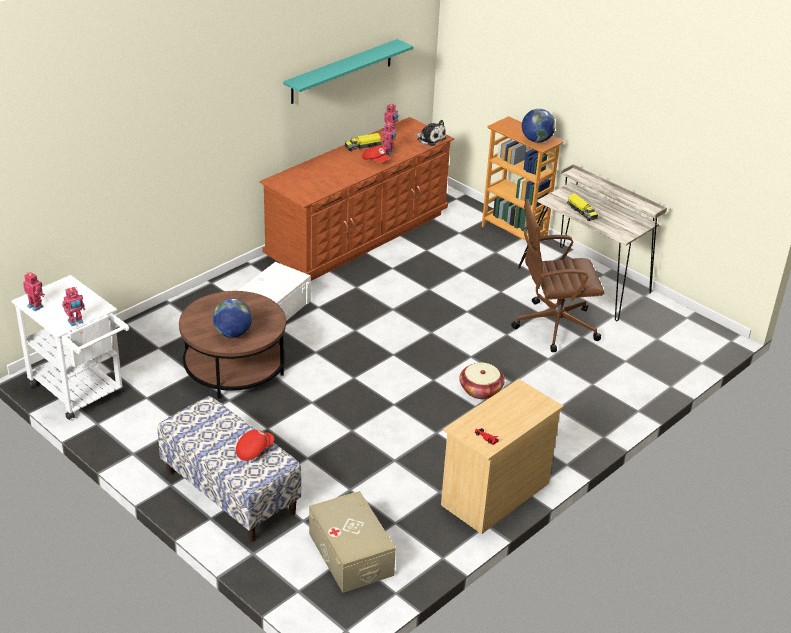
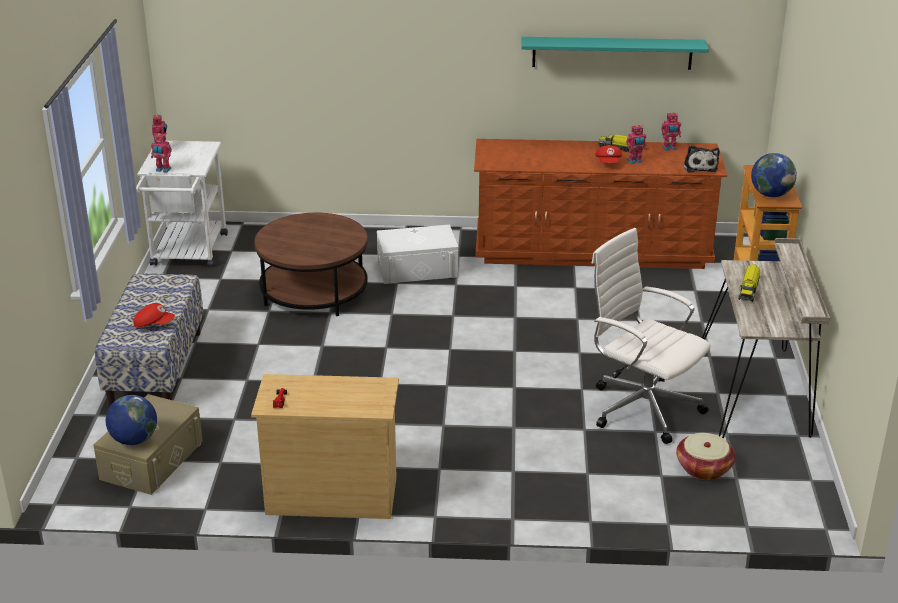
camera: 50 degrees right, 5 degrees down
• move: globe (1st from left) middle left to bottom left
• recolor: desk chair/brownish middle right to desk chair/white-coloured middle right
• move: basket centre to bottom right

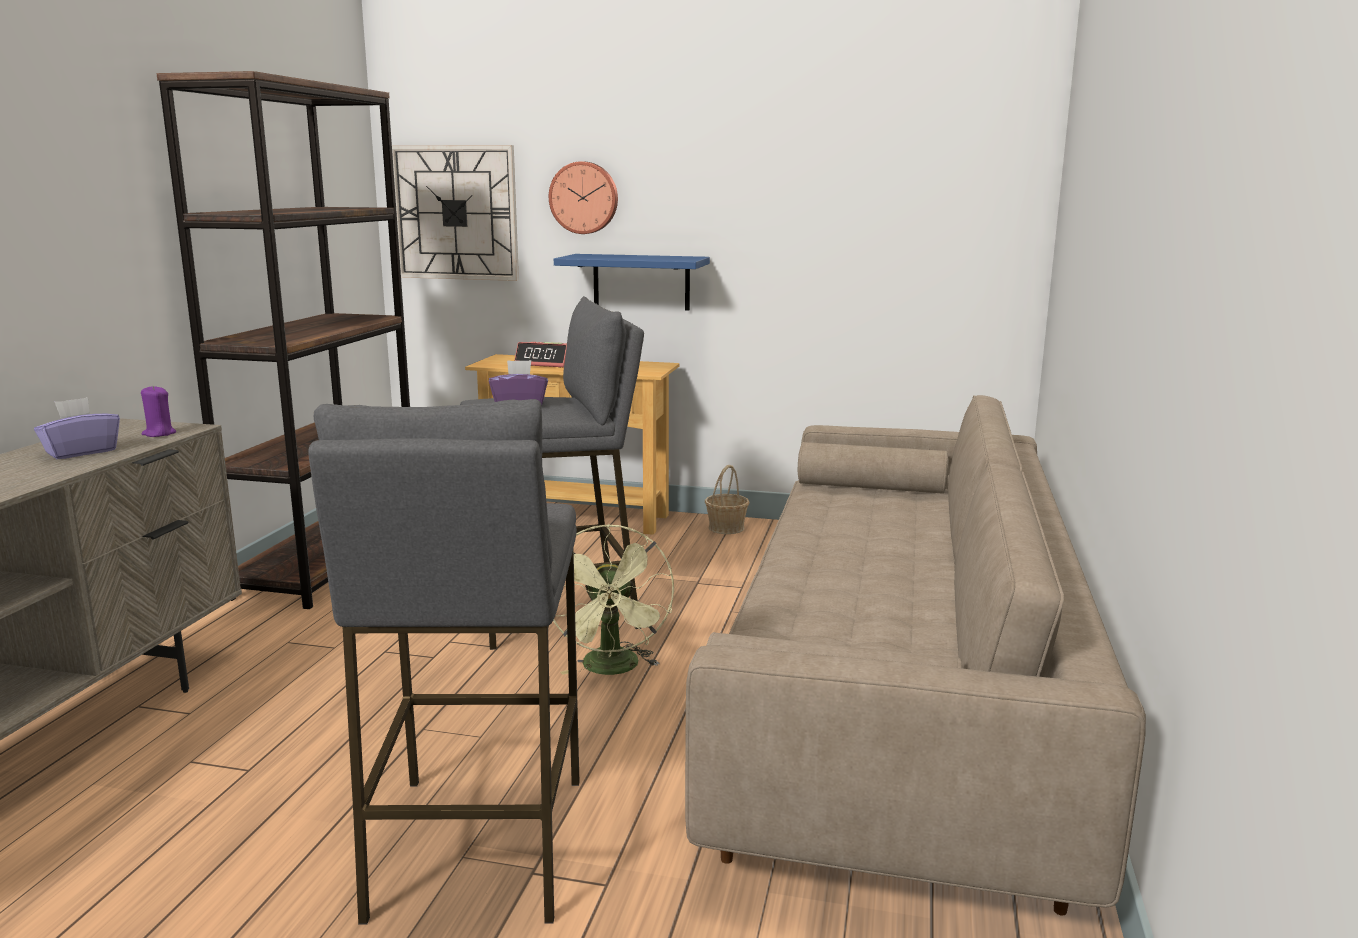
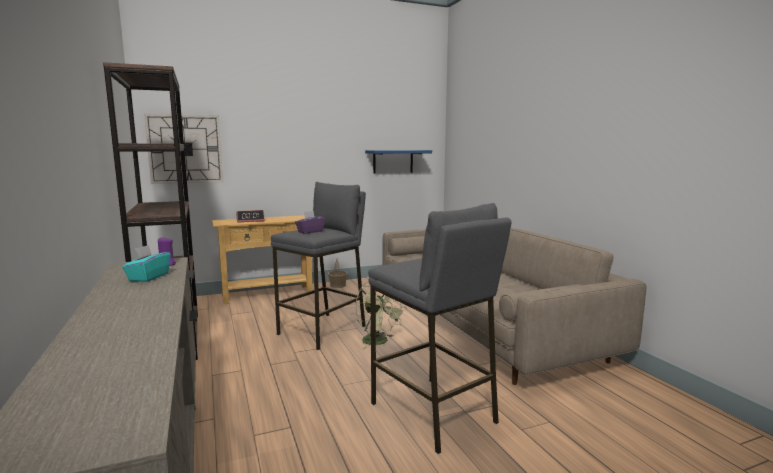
camera: 35 degrees left, 5 degrees down
• recolor: tissue holder/purplish (1st from left) middle left to tissue holder/blue-green middle left
• move: bracket shelf/bluish top centre to centre
• delete: clock on the wall (2nd from left) top centre

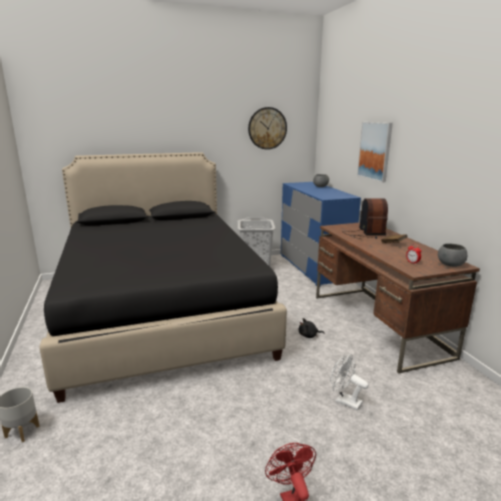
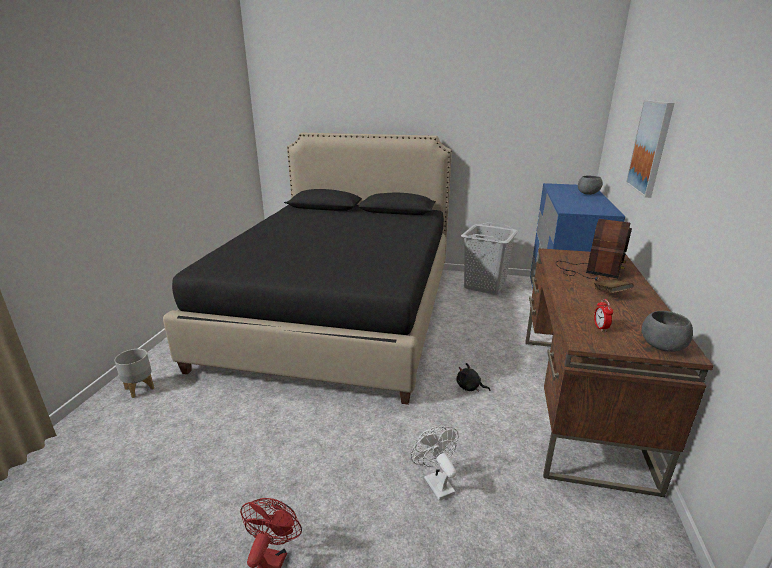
camera: 30 degrees right, 5 degrees up
• delete: clock on the wall top centre

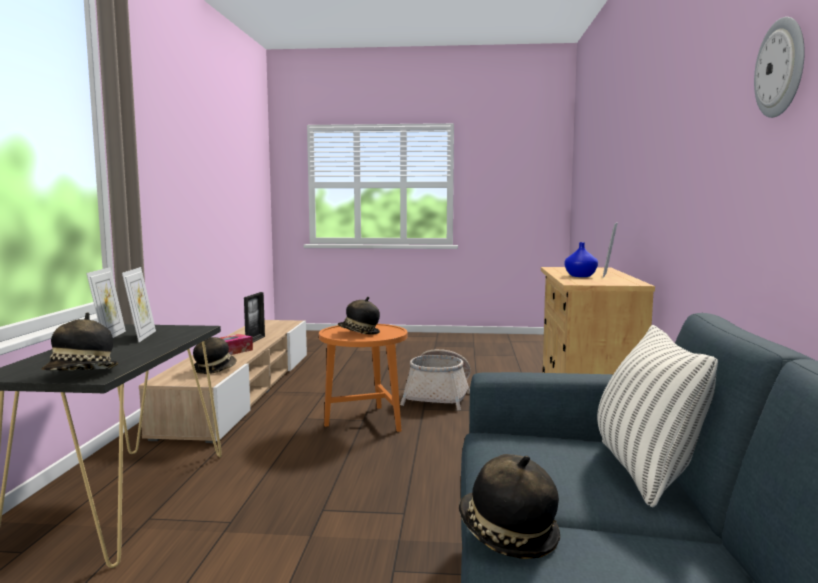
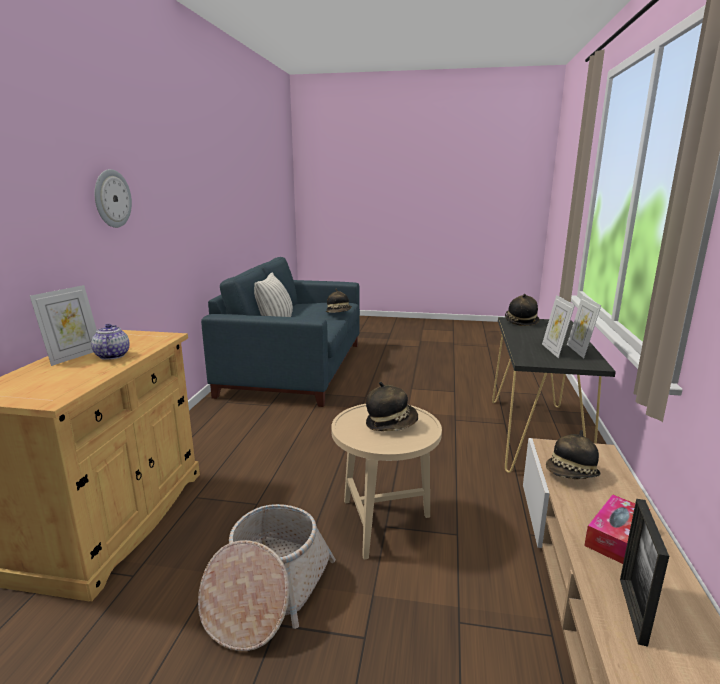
camera: 175 degrees left, 10 degrees up
• replace: flower vase/bluish middle right to tea pot middle left
• move: clock on the wall top right to top left
• recolor: end table/orange centre to end table/beige bottom centre

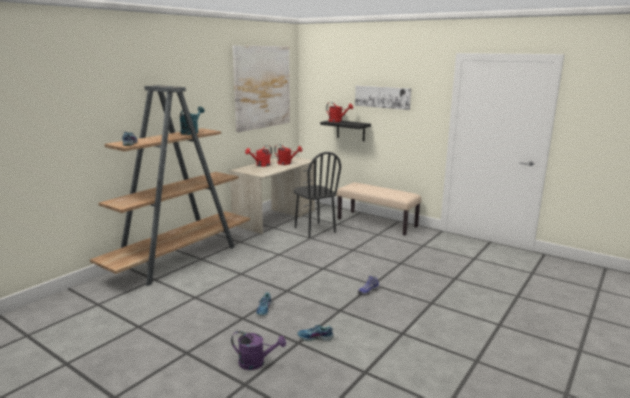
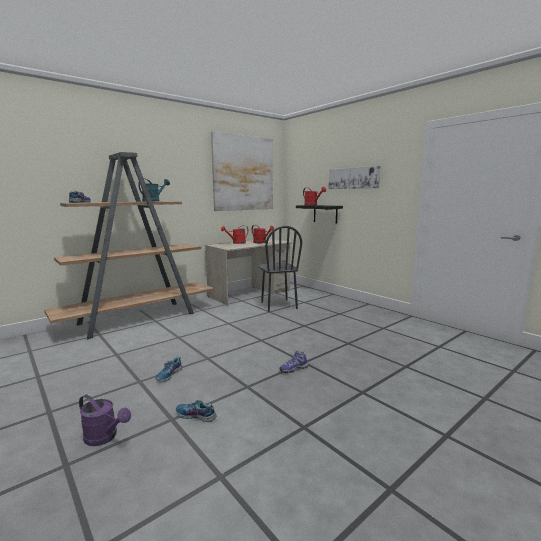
camera: 15 degrees right, 5 degrees down
• delete: bench/beige centre

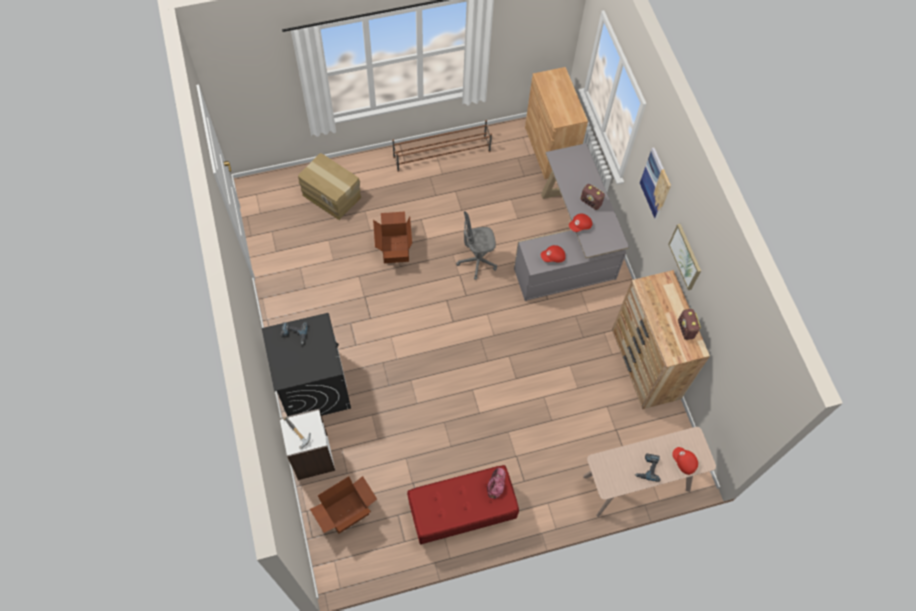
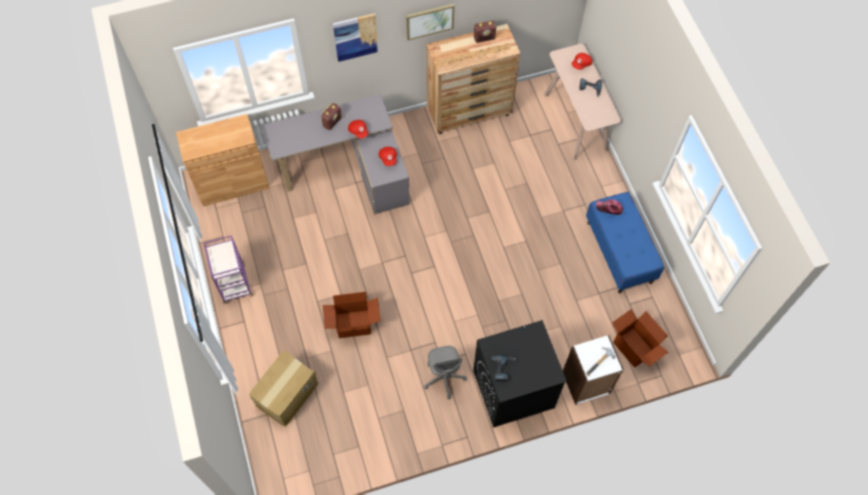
camera: 90 degrees left, 0 degrees up
• replace: shoe shelf/brownish top centre to cart/purplish middle left
• move: desk chair/grey centre to bottom centre
• recolor: bench/red-coloured bottom centre to bench/bluish middle right

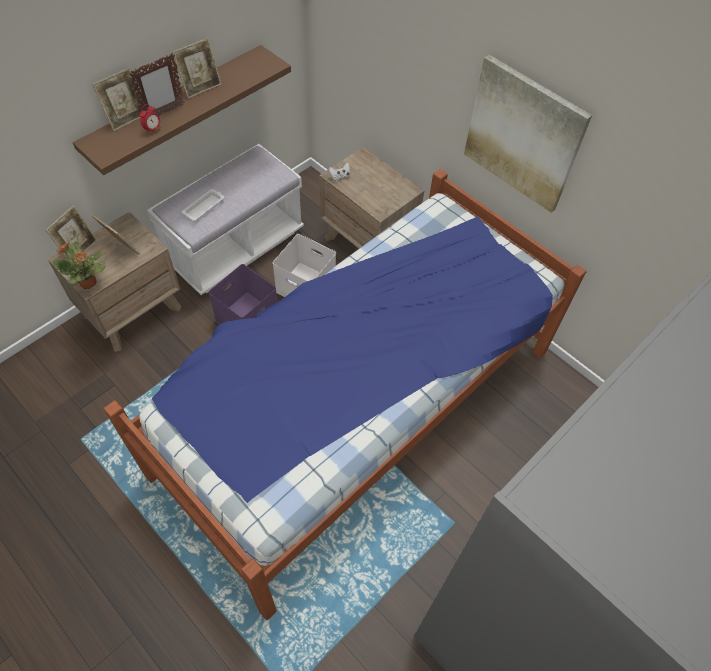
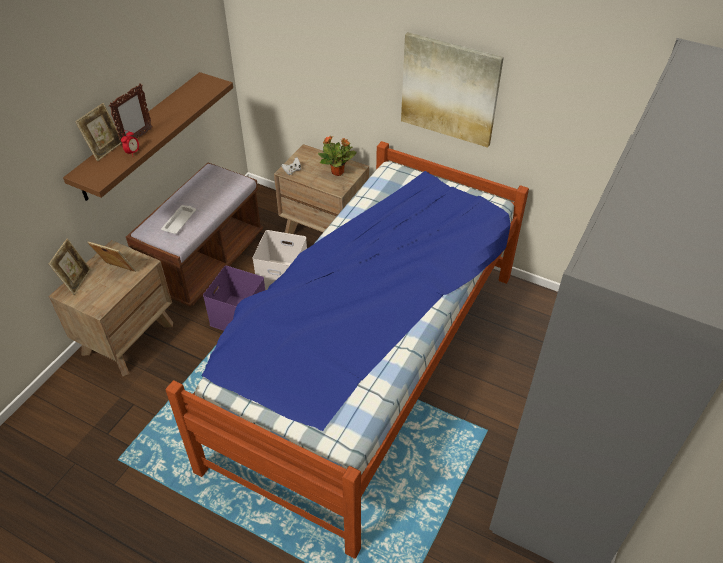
camera: 15 degrees left, 10 degrees down
• recolor: bench/white-coloured top left to bench/brownish middle left
• move: houseplant middle left to top centre
• delete: picture frame (5th from left) top left

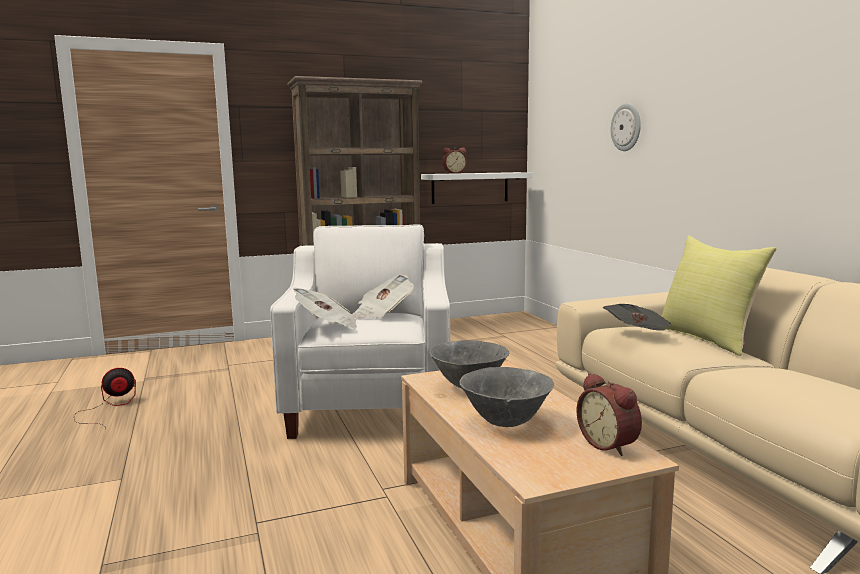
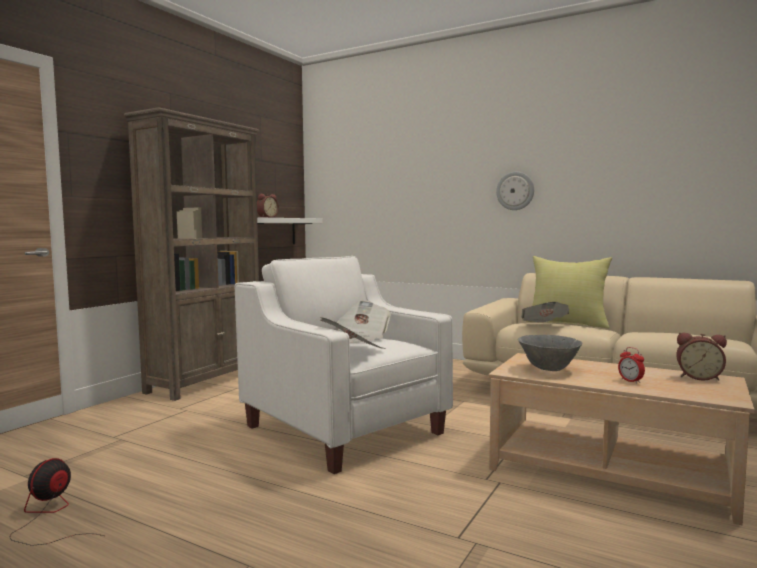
camera: 40 degrees left, 5 degrees down
• move: clock on the wall top right to middle right
• replace: serving bowl/grey (2nd from left) bottom centre to alarm clock (2nd from left) middle right

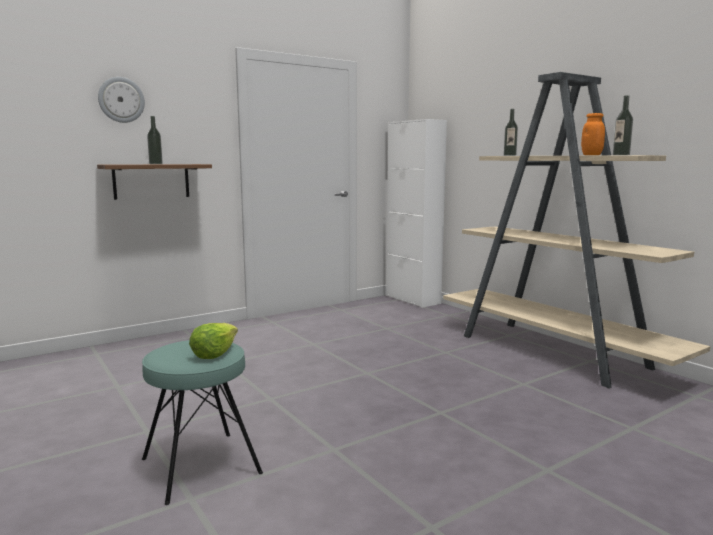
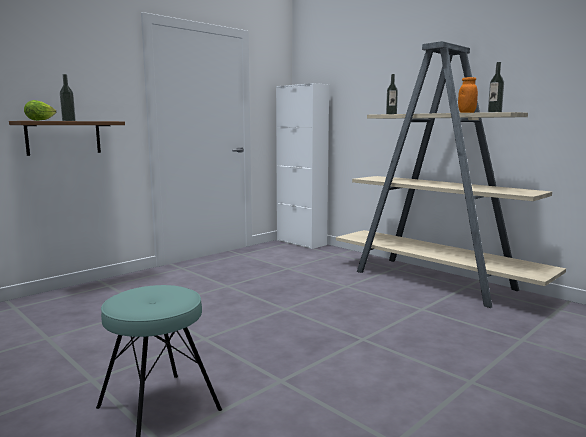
camera: 10 degrees left, 0 degrees up
• move: lettuce middle left to top left
• delete: clock on the wall top left

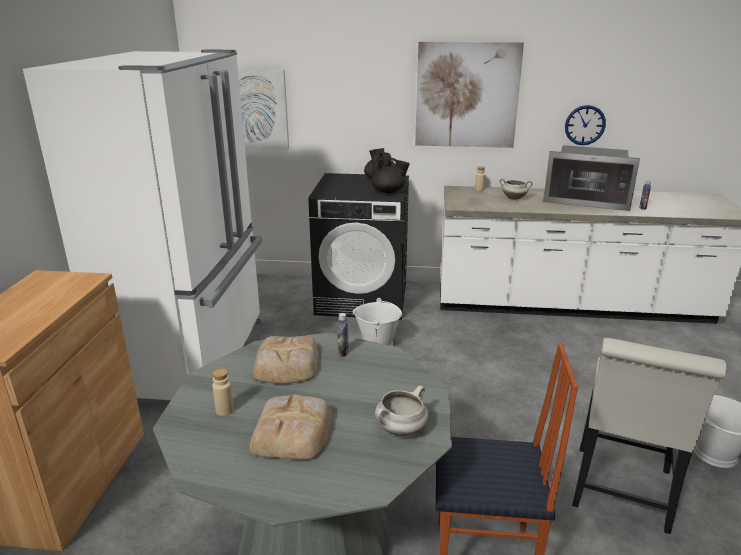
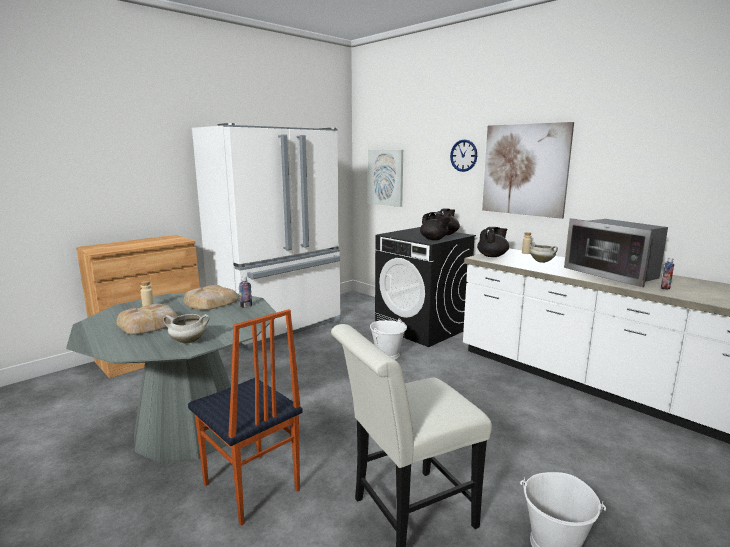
camera: 40 degrees right, 10 degrees down
• move: clock on the wall top right to top centre
• insert: tea pot/black (3rd from left) middle right

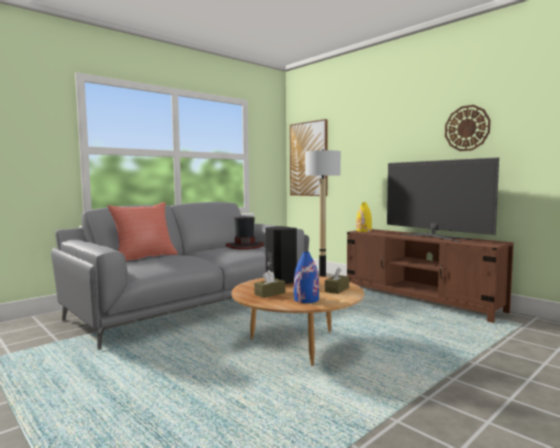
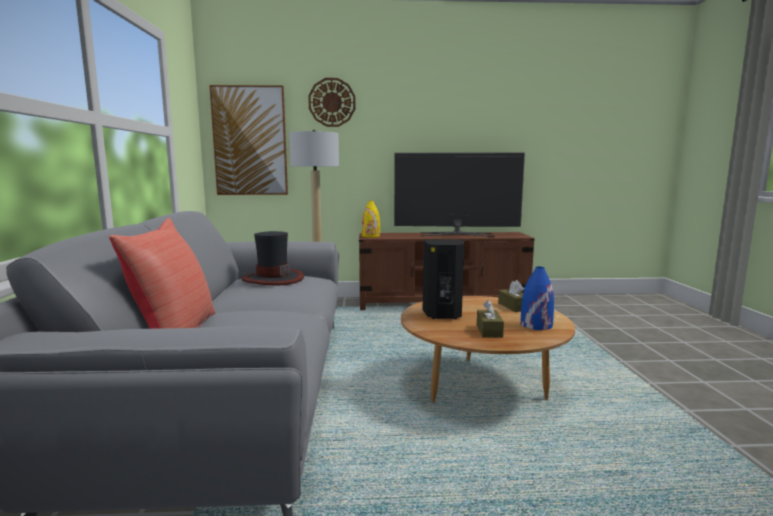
camera: 50 degrees left, 5 degrees up
• move: clock on the wall top right to top centre

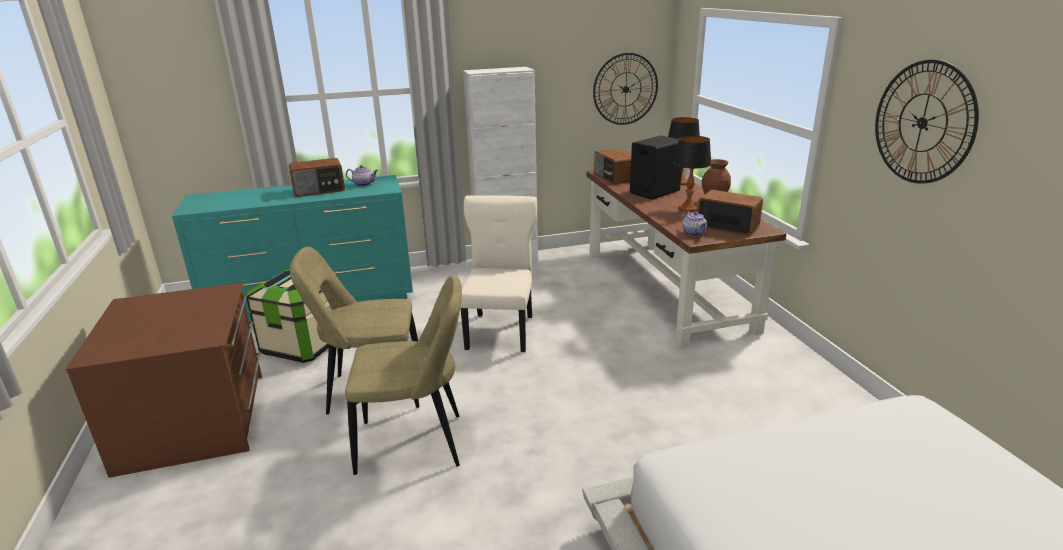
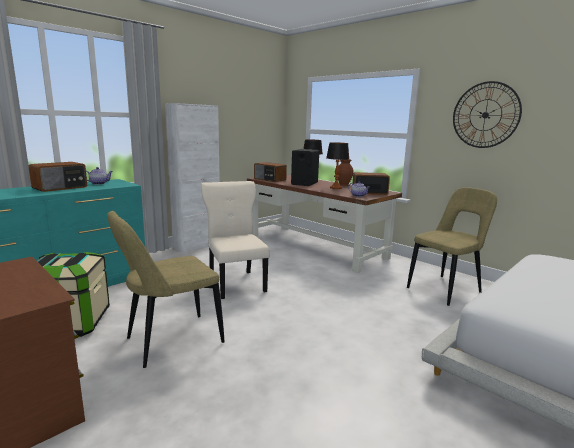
camera: 30 degrees left, 10 degrees down
• move: upright chair/beige (2nd from left in the first image) bottom centre to upright chair/beige (3rd from left) middle right
• delete: clock on the wall (1st from left) top centre

